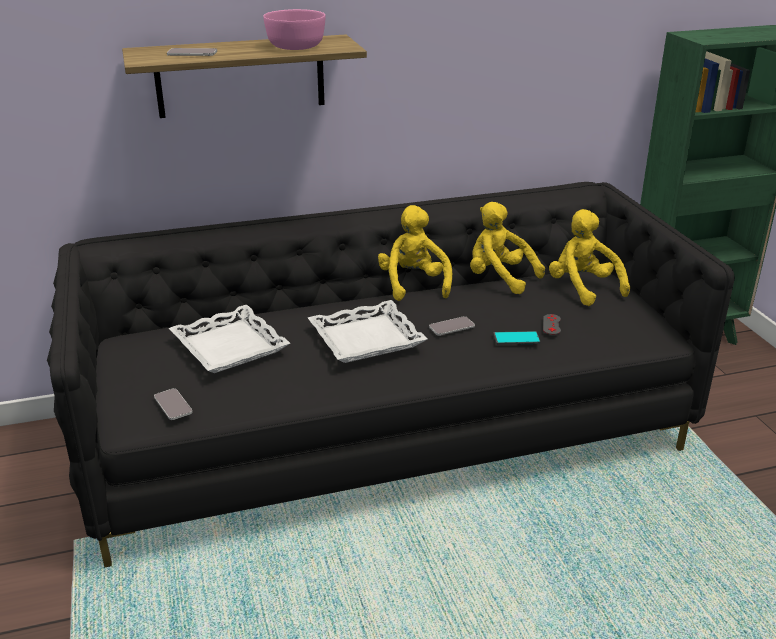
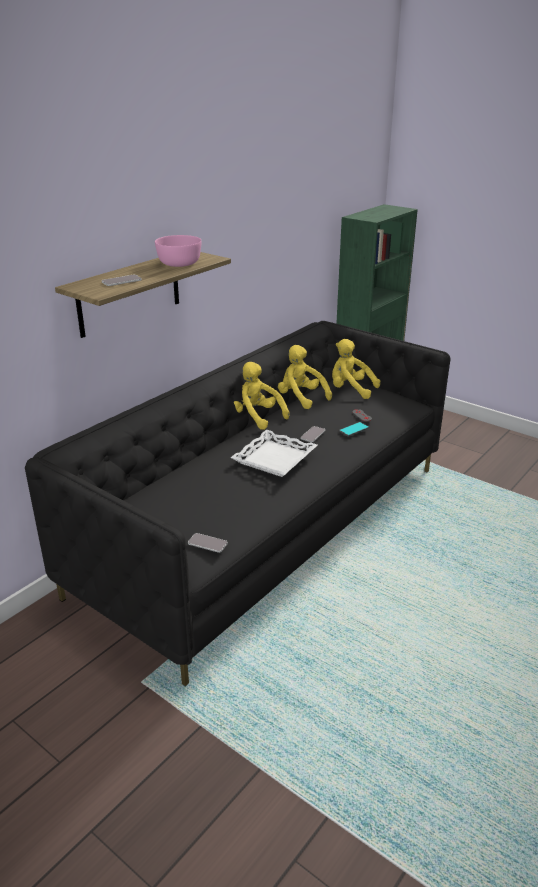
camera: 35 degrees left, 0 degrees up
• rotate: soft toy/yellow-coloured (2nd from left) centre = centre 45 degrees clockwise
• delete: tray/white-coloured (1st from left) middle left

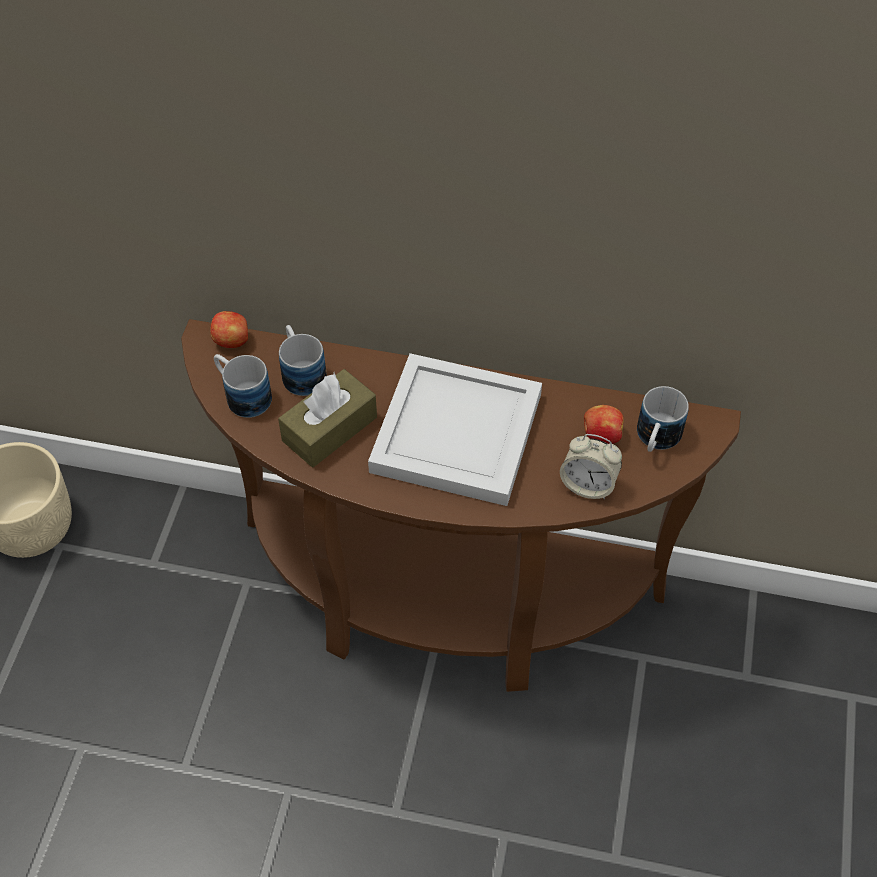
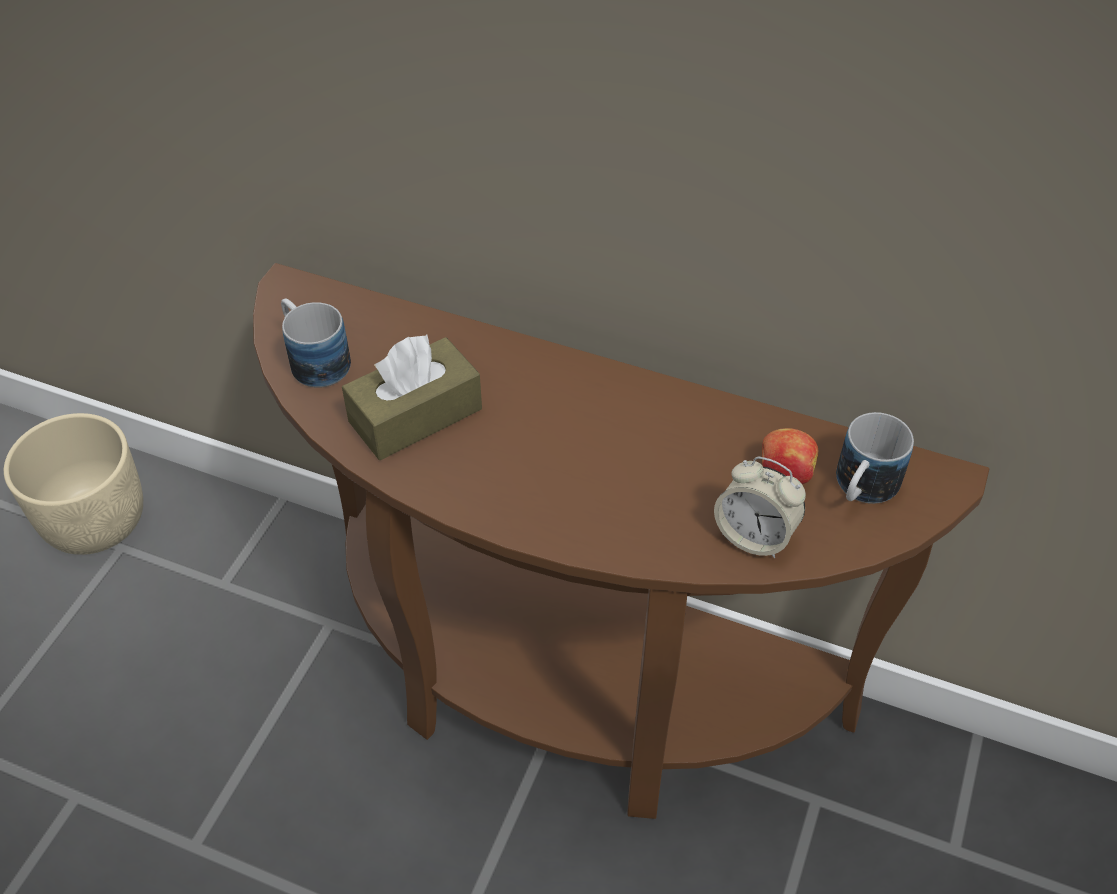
camera: 10 degrees right, 5 degrees down
• delete: apple fruit (1st from left) middle left
• delete: coffee mug (2nd from left) centre
• delete: tray/white-coloured centre

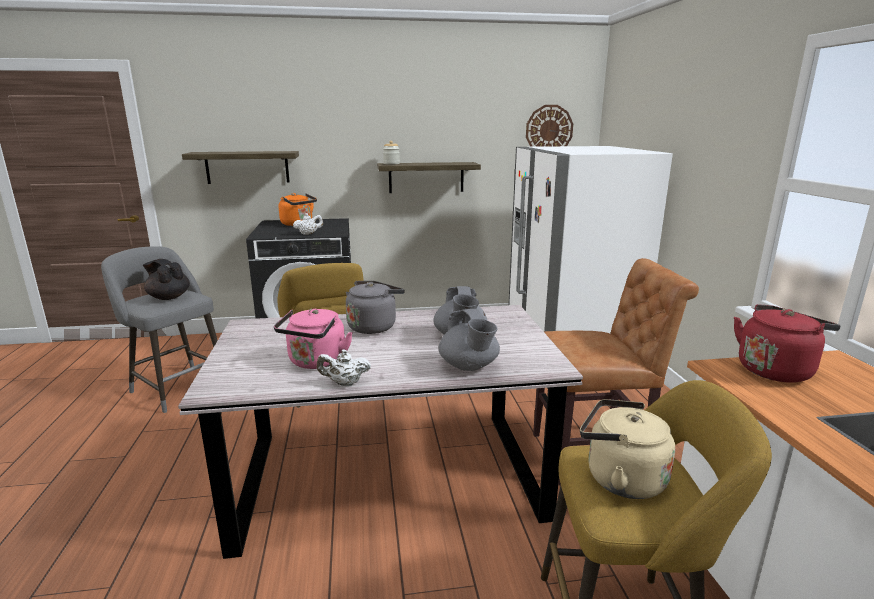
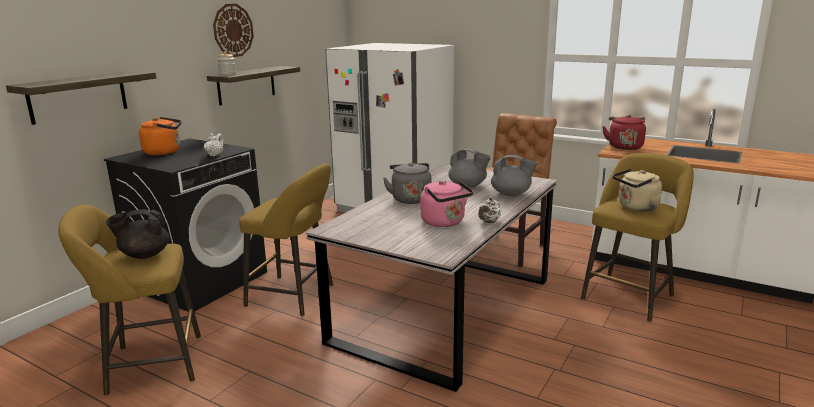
camera: 50 degrees left, 0 degrees up
• recolor: sitting stool/grey middle left to sitting stool/yellow-coloured (1st from left) bottom left
• move: clock on the wall top centre to top left

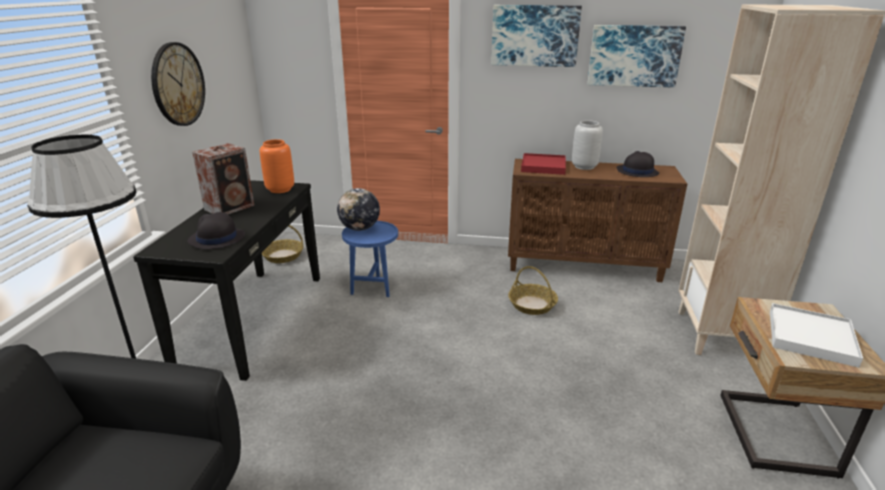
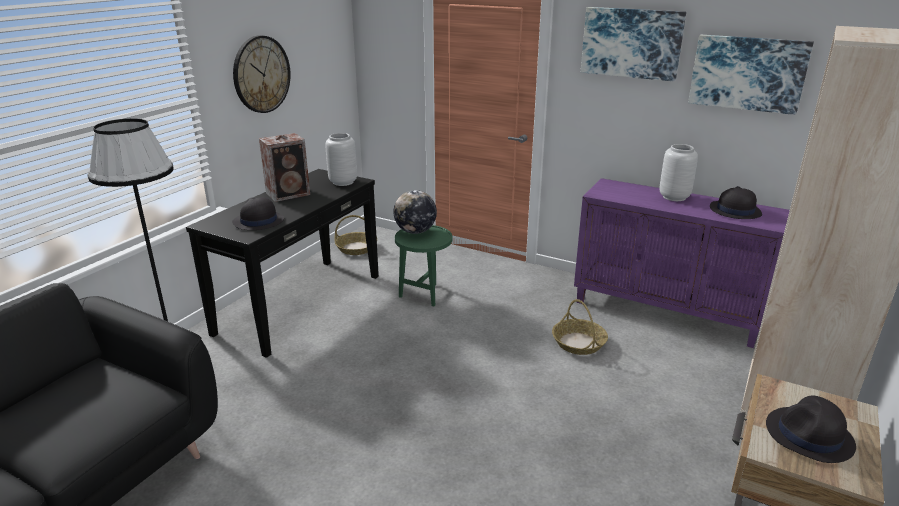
camera: 20 degrees right, 0 degrees up
• recolor: flower vase/orange middle left to flower vase/grey (1st from left) top centre
• recolor: end table/bluish centre to end table/greenish centre
• recolor: cupboard/brownish middle right to cupboard/purplish middle right
• replace: tray/white-coloured bottom right to wearable hat/black (3rd from left) bottom right
• delete: tray/red-coloured centre

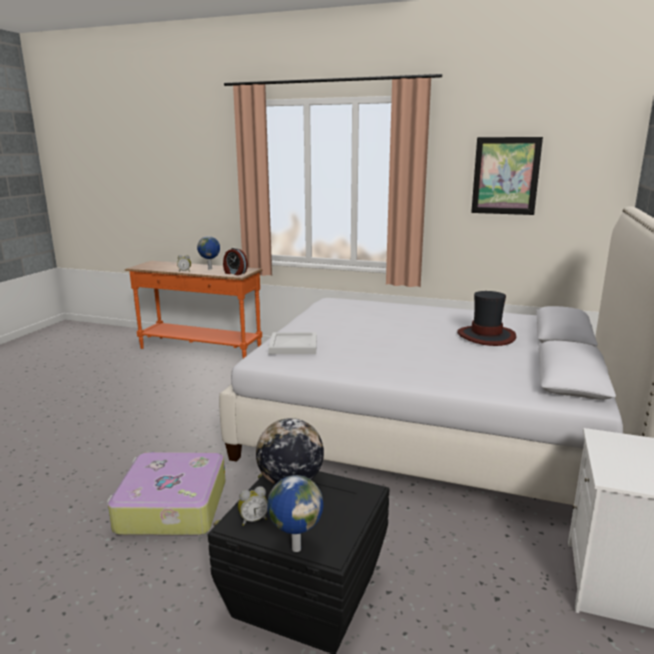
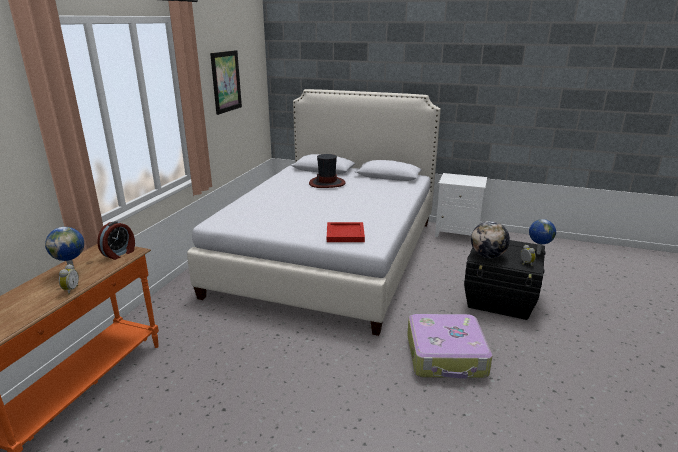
camera: 90 degrees left, 5 degrees up
• recolor: tray/white-coloured centre to tray/red-coloured centre

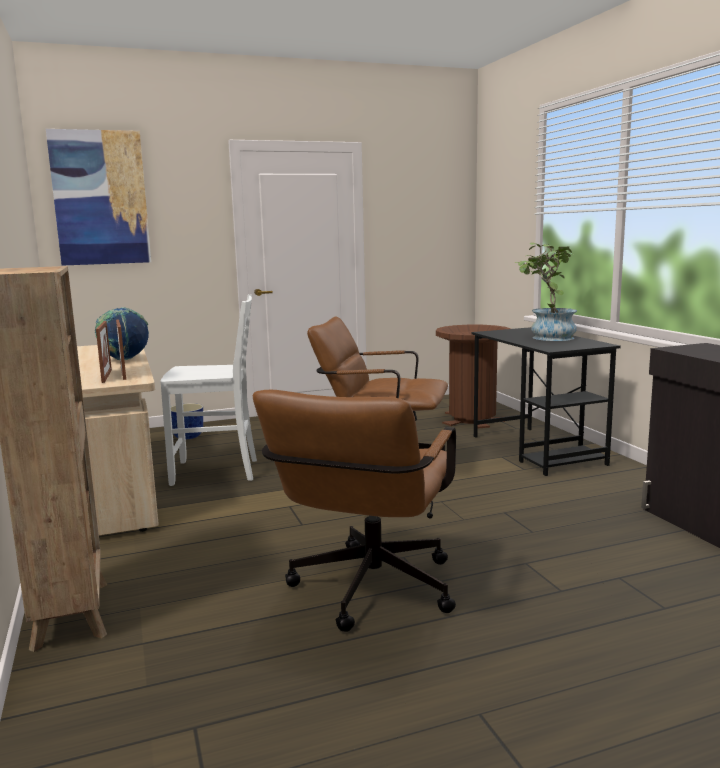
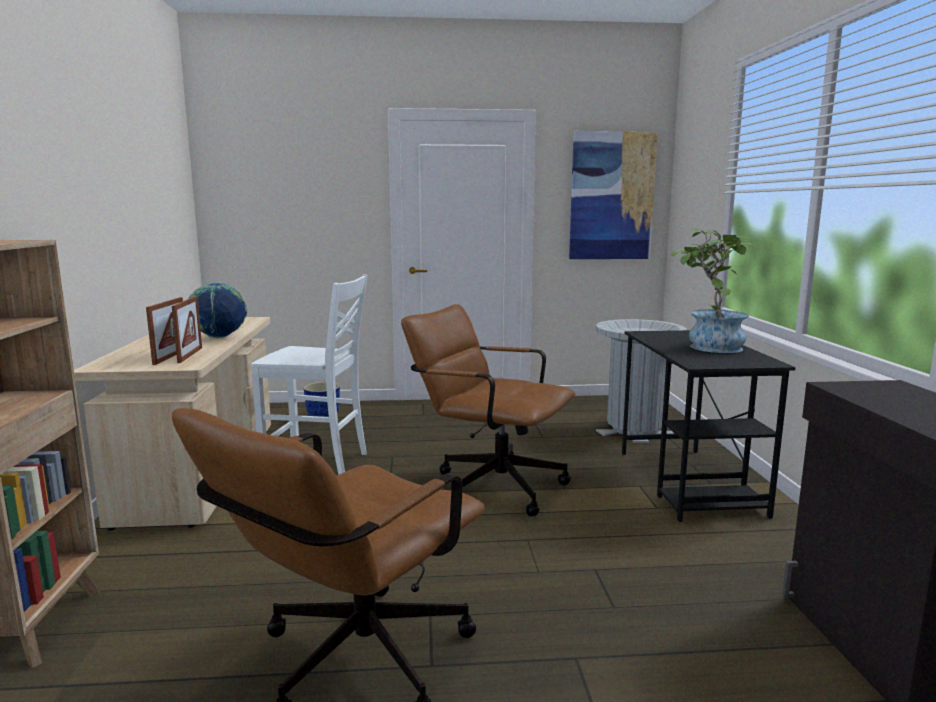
camera: 15 degrees right, 0 degrees up
• move: picture top left to top centre
• recolor: rubbish bin/brownish centre to rubbish bin/grey middle right

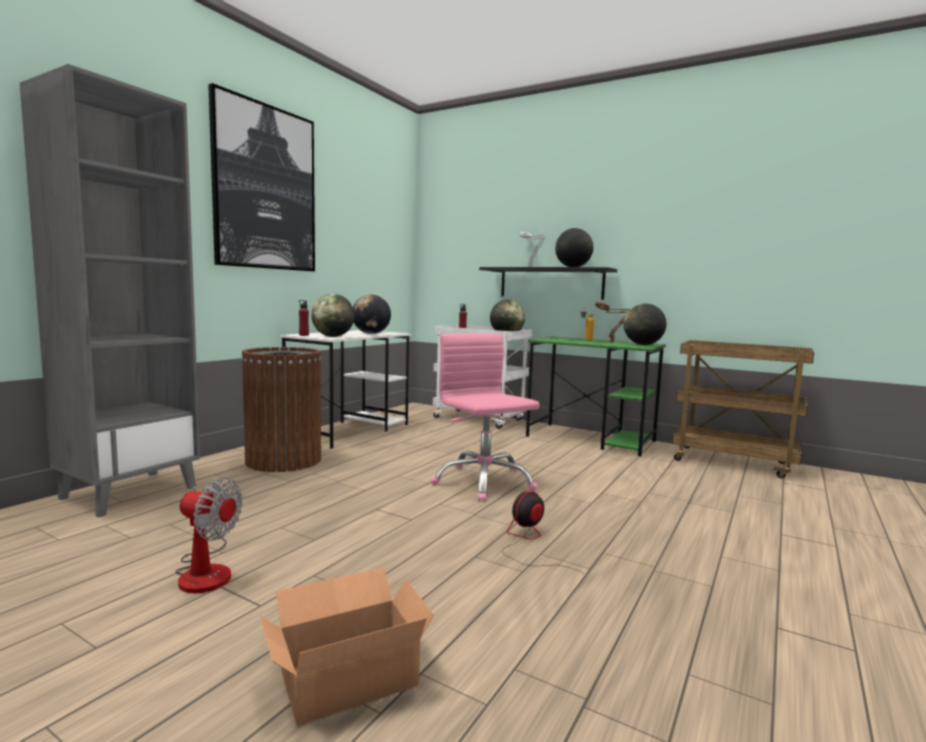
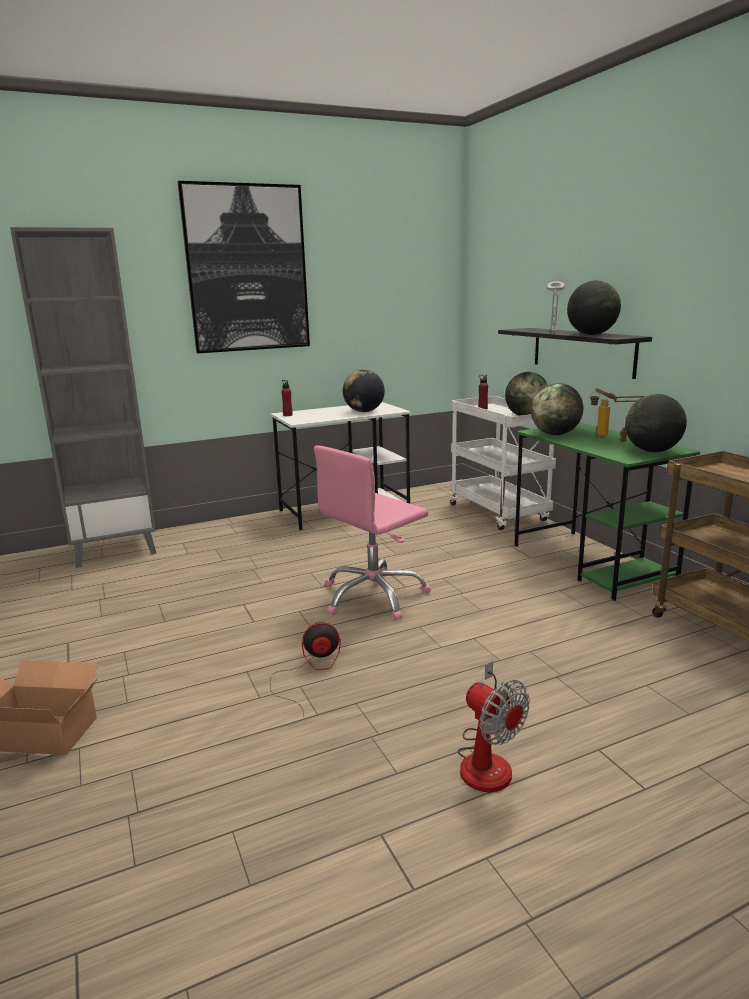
camera: 35 degrees right, 10 degrees up
• rotate: desk chair/pink-coloured centre = centre 135 degrees counterclockwise
• move: cooling fan (1st from left in the first image) bottom left to cooling fan (2nd from left) bottom centre
• move: globe (1st from left in the first image) centre to globe (3rd from left) middle right
• delete: rubbish bin/brownish middle left

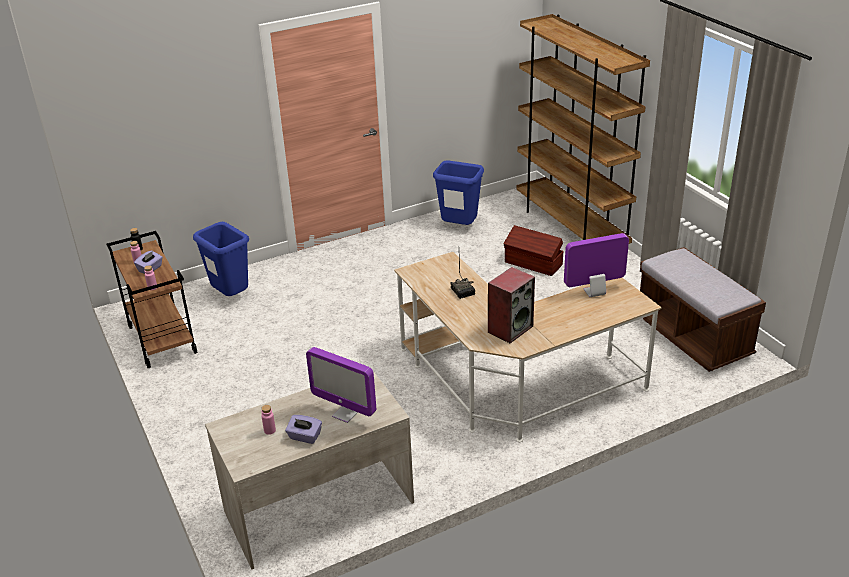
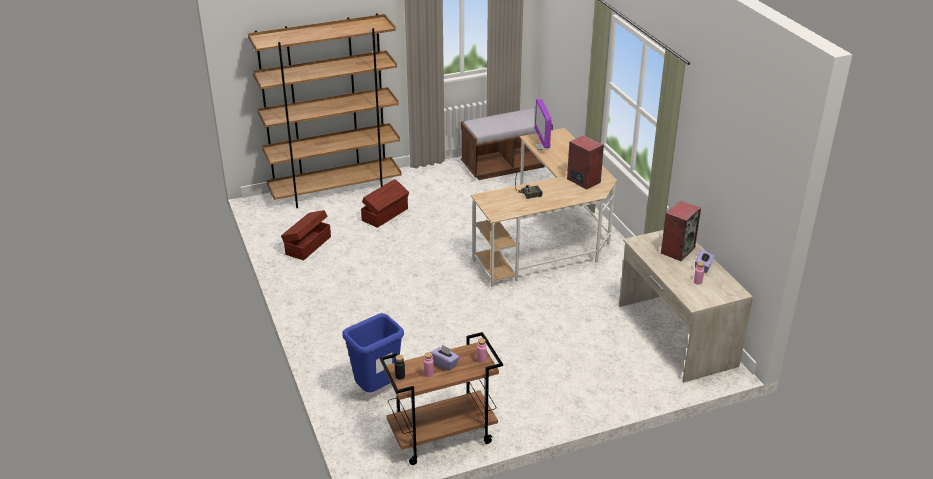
camera: 85 degrees left, 0 degrees up
• replace: rubbish bin/bluish (2nd from left) top centre to storage bin/brownish (1st from left) middle left
• replace: computer screen (1st from left) bottom centre to audio speaker (2nd from left) middle right

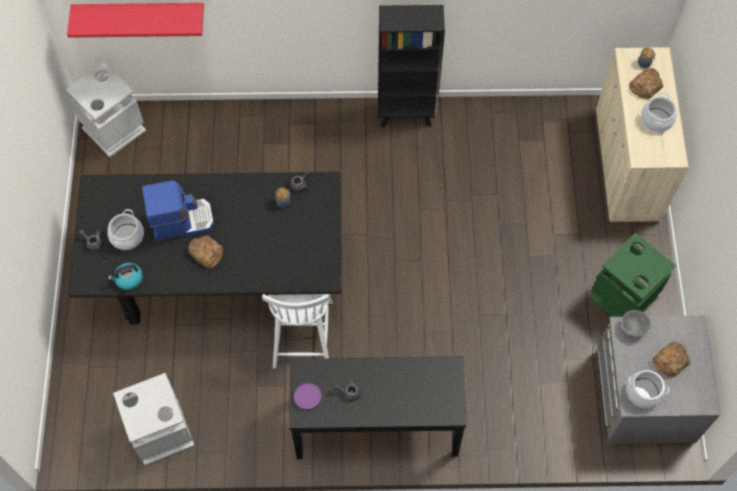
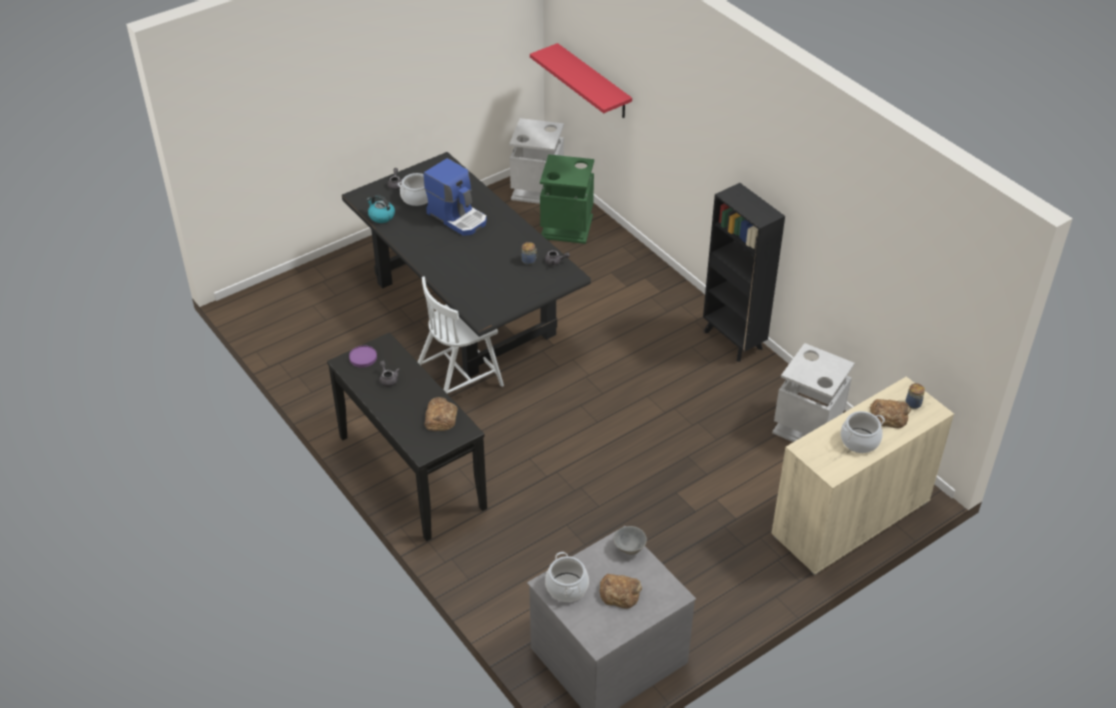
camera: 55 degrees right, 20 degrees down
• move: baked bread (1st from left) middle left to centre
• move: rubbish bin/greenish middle right to top centre
• move: rubbish bin/grey (2nd from left) bottom left to middle right

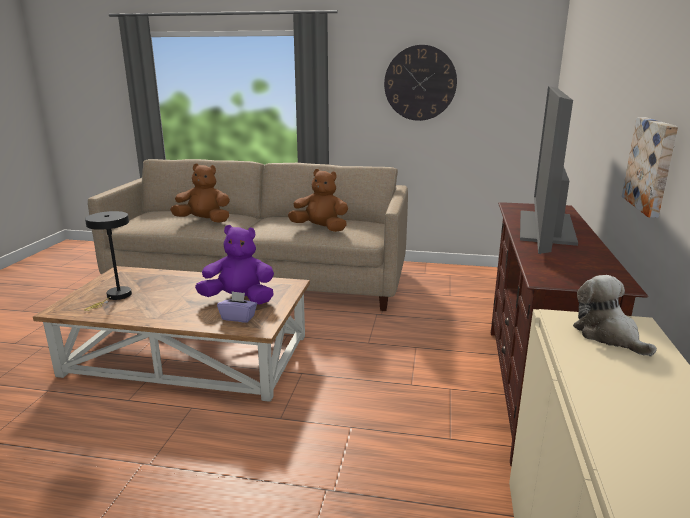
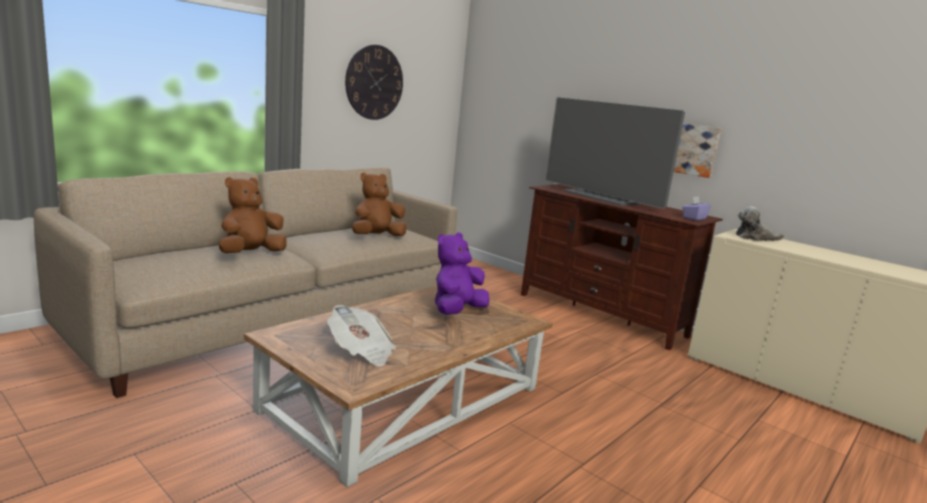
camera: 60 degrees left, 5 degrees down
• replace: tabletop lamp/black middle left to printed paper bottom centre
• move: tissue holder/purplish centre to middle right

